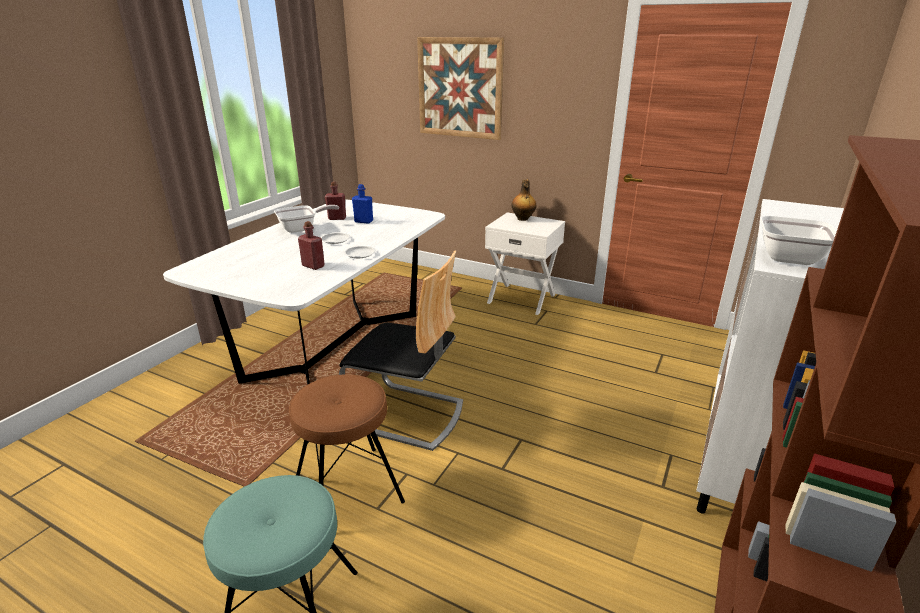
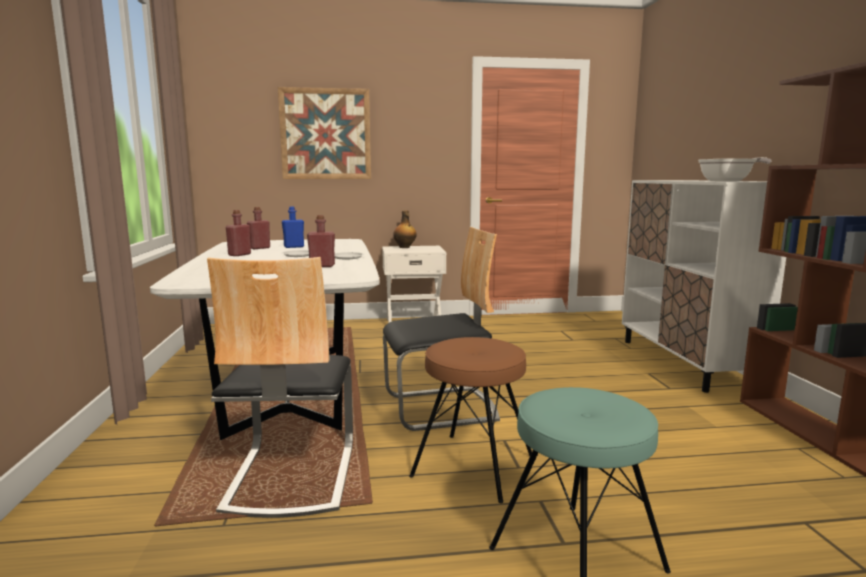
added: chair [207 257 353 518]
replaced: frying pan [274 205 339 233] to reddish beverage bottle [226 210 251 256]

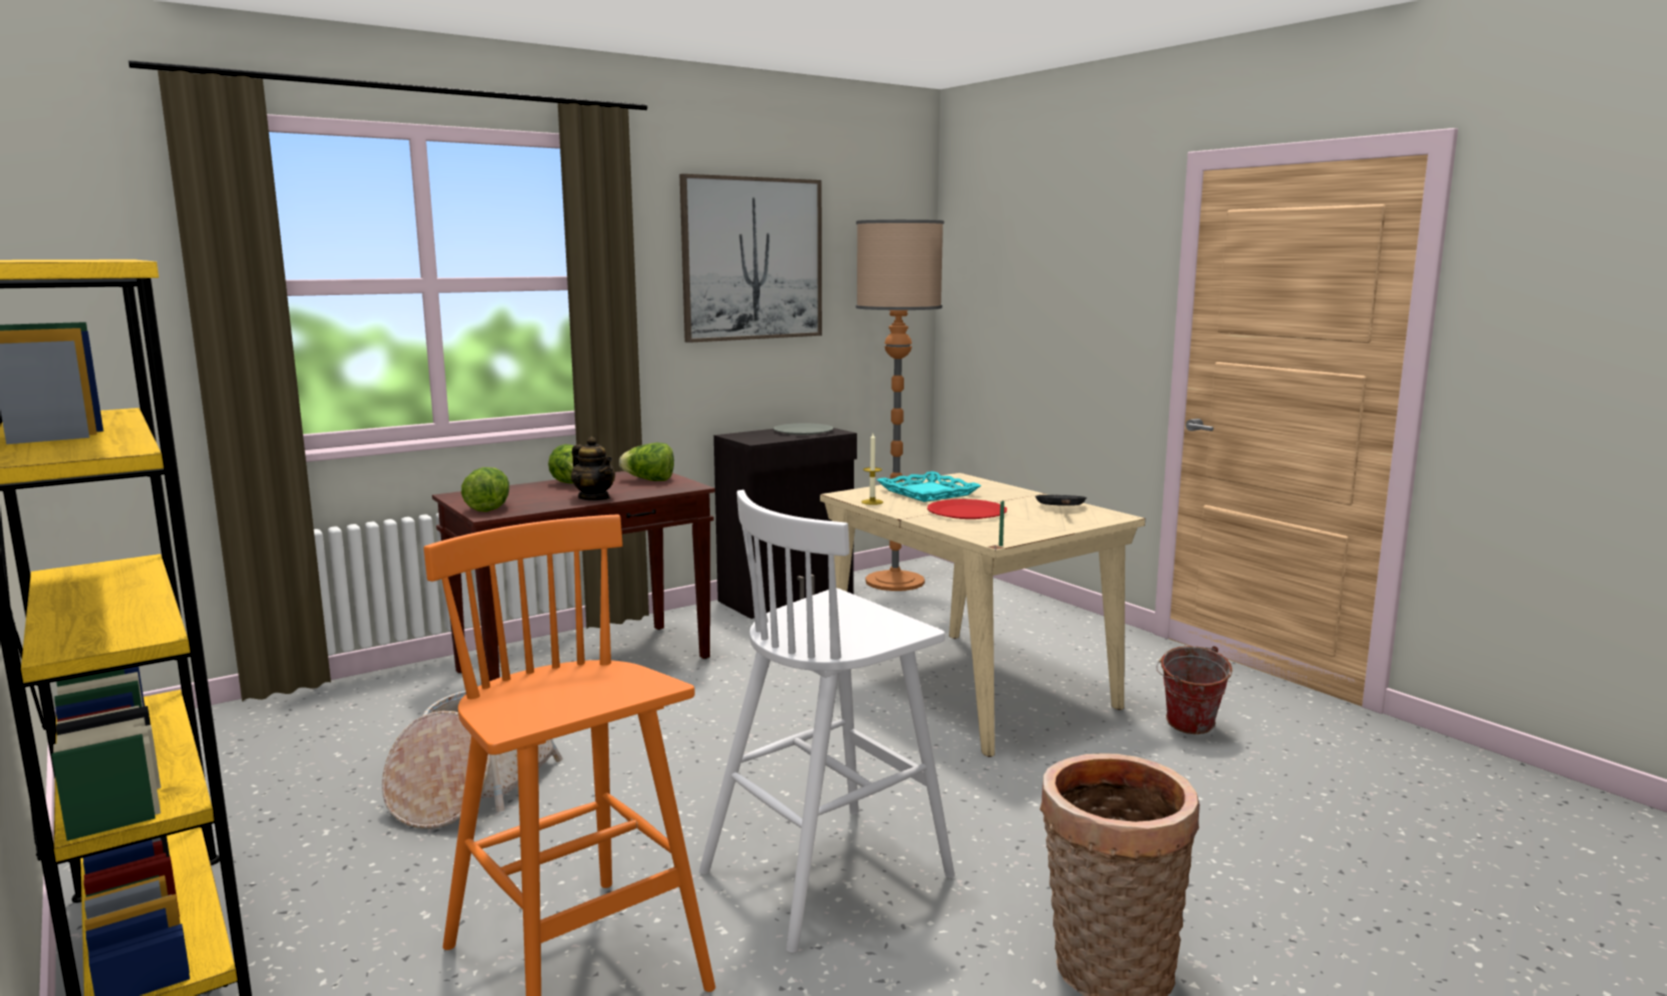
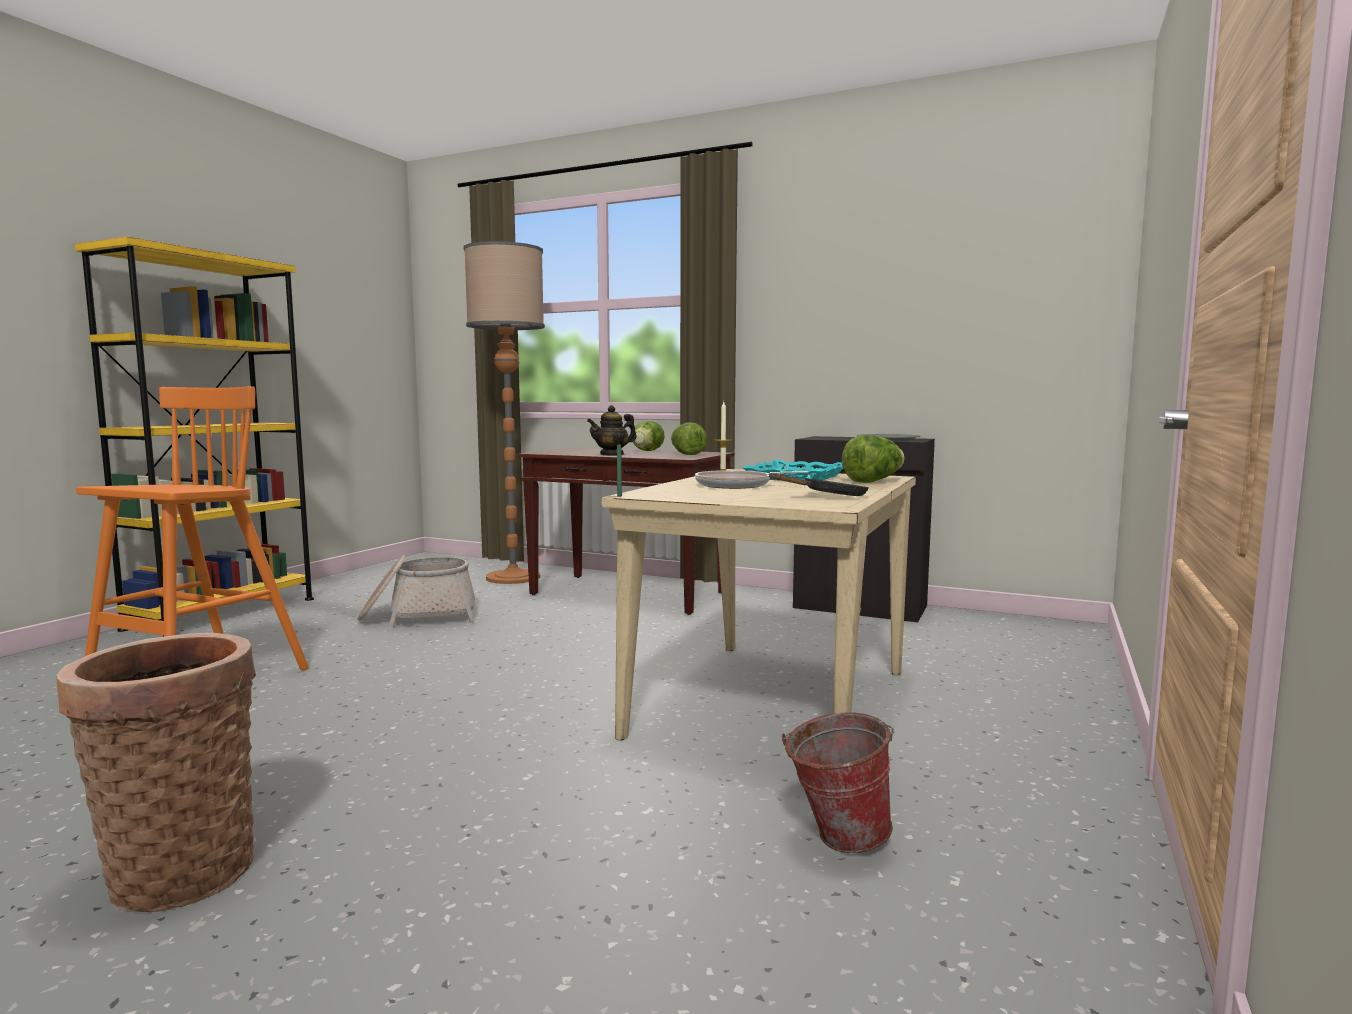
removed: picture [680 174 822 343]; whitish stool seat [699 490 955 953]
moved: lettuce [461 467 509 512] to [842 435 905 483]; standard lamp [856 220 944 591] to [463 241 545 584]
replaced: reddish dinner plate [927 499 1007 519] to frying pan [695 470 809 489]
turned: tea pot [571 436 615 500] = [587 405 637 456] 45 degrees clockwise

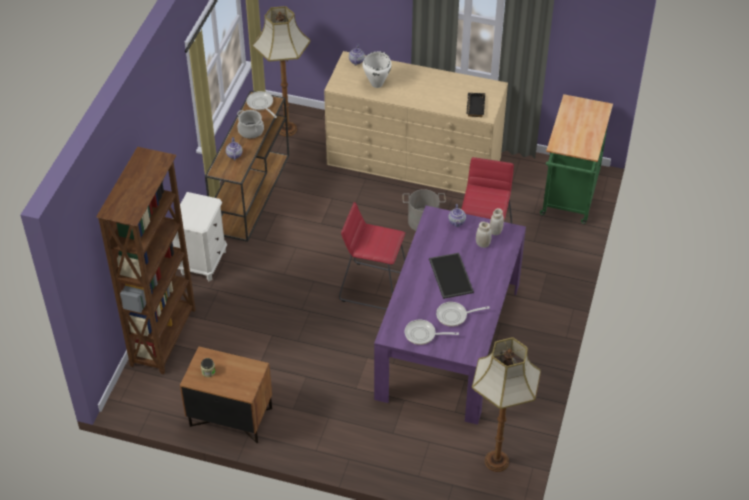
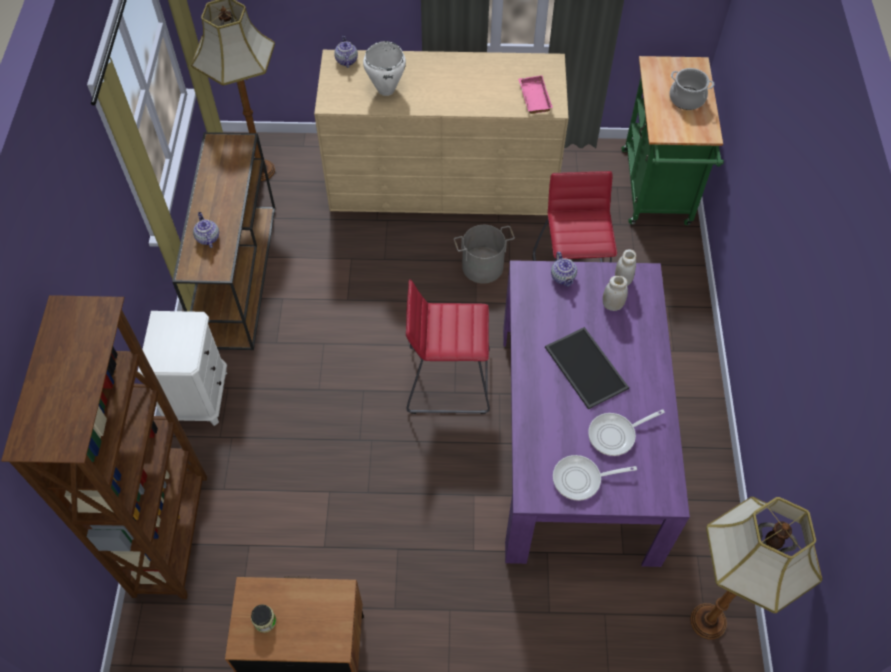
removed: frying pan [247 91 277 118]
moved: stockpot [237 110 264 139] to [670 68 714 110]
recoloured: black serving tray [467 93 485 117] to pinkish serving tray [518 75 553 114]

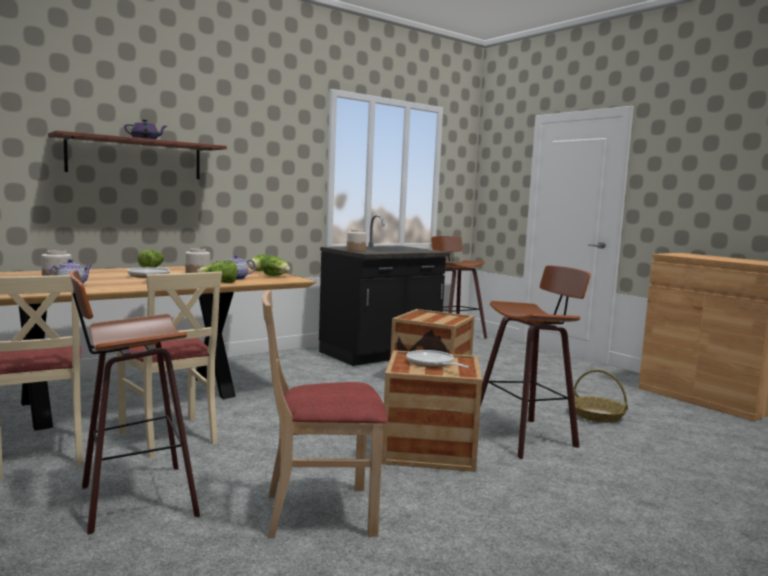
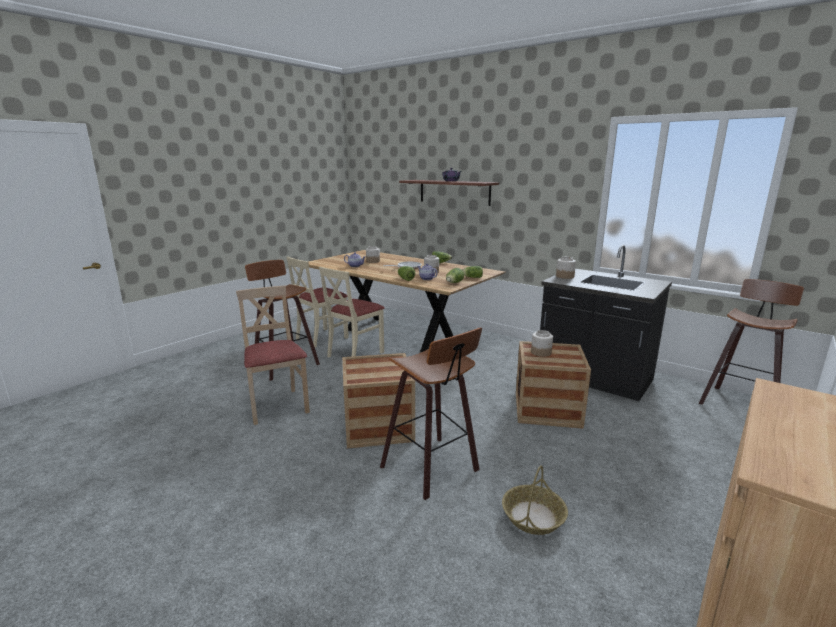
removed: frying pan [406 350 469 368]
added: storage jar [531 330 553 357]

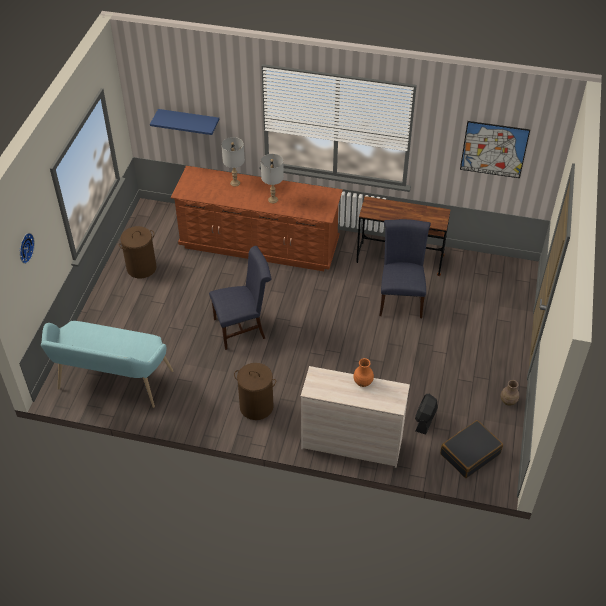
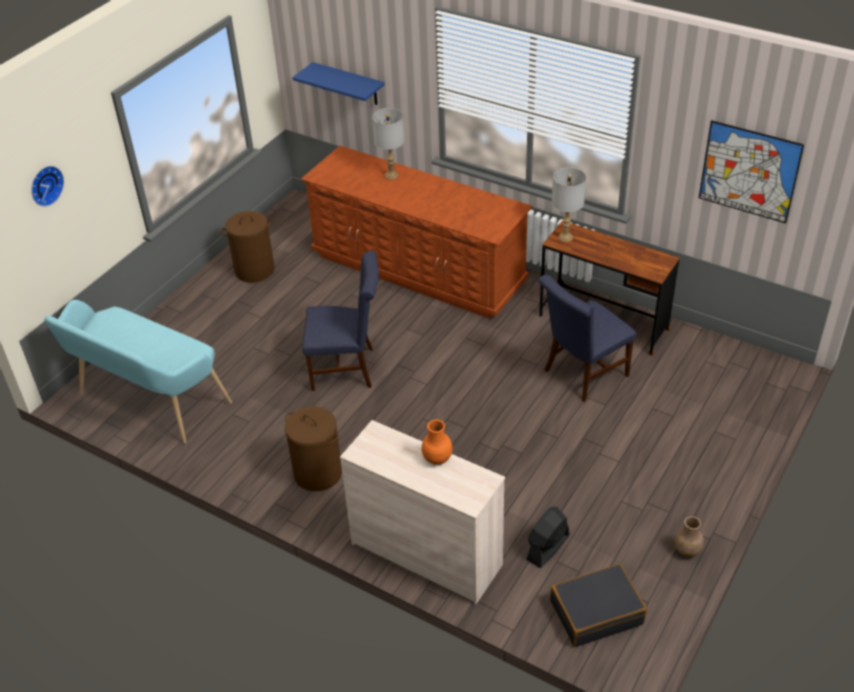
moved: gray tabletop lamp [261 154 284 203] to [552 167 586 242]
turned: bluish chair [379 219 431 318] = [538 275 636 402] 150 degrees counterclockwise

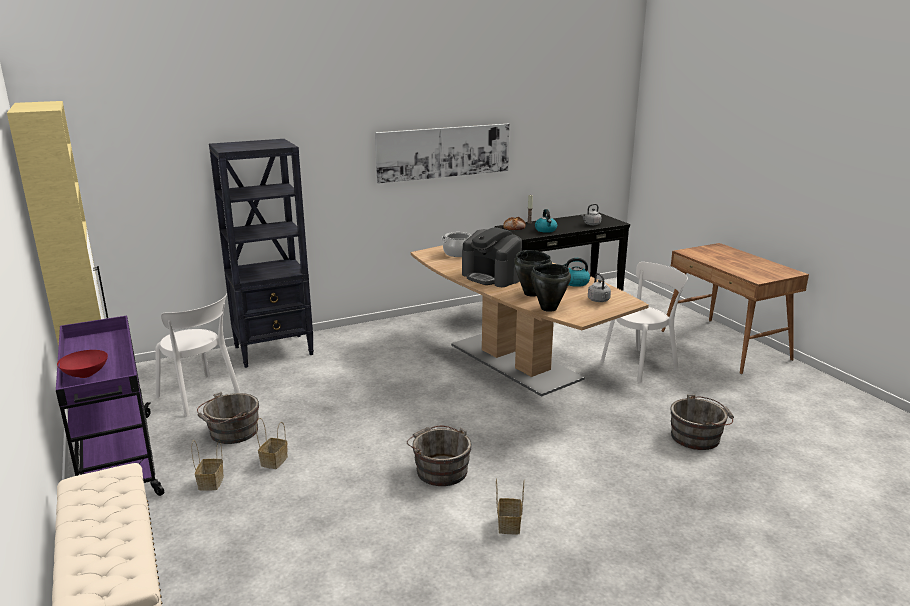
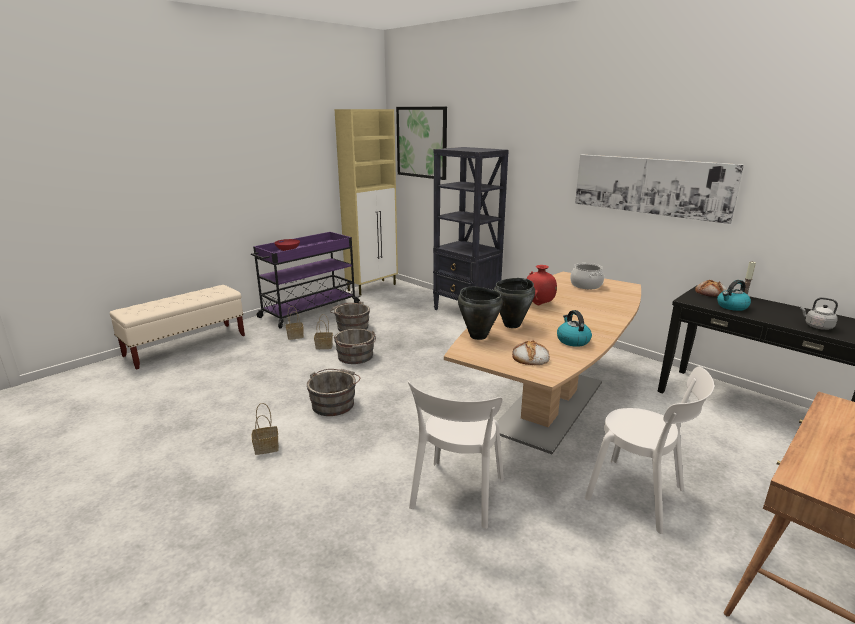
added: picture [396 107 447 180]
moved: whitish chair [156 293 240 417] to [407 380 504 529]; gray water bucket [670 394 734 450] to [334 329 376 364]
replaced: coffee machine [462 227 522 287] to reddish vase [526 265 557 305]; gray water kettle [588 273 611 302] to bread [512 340 550 365]

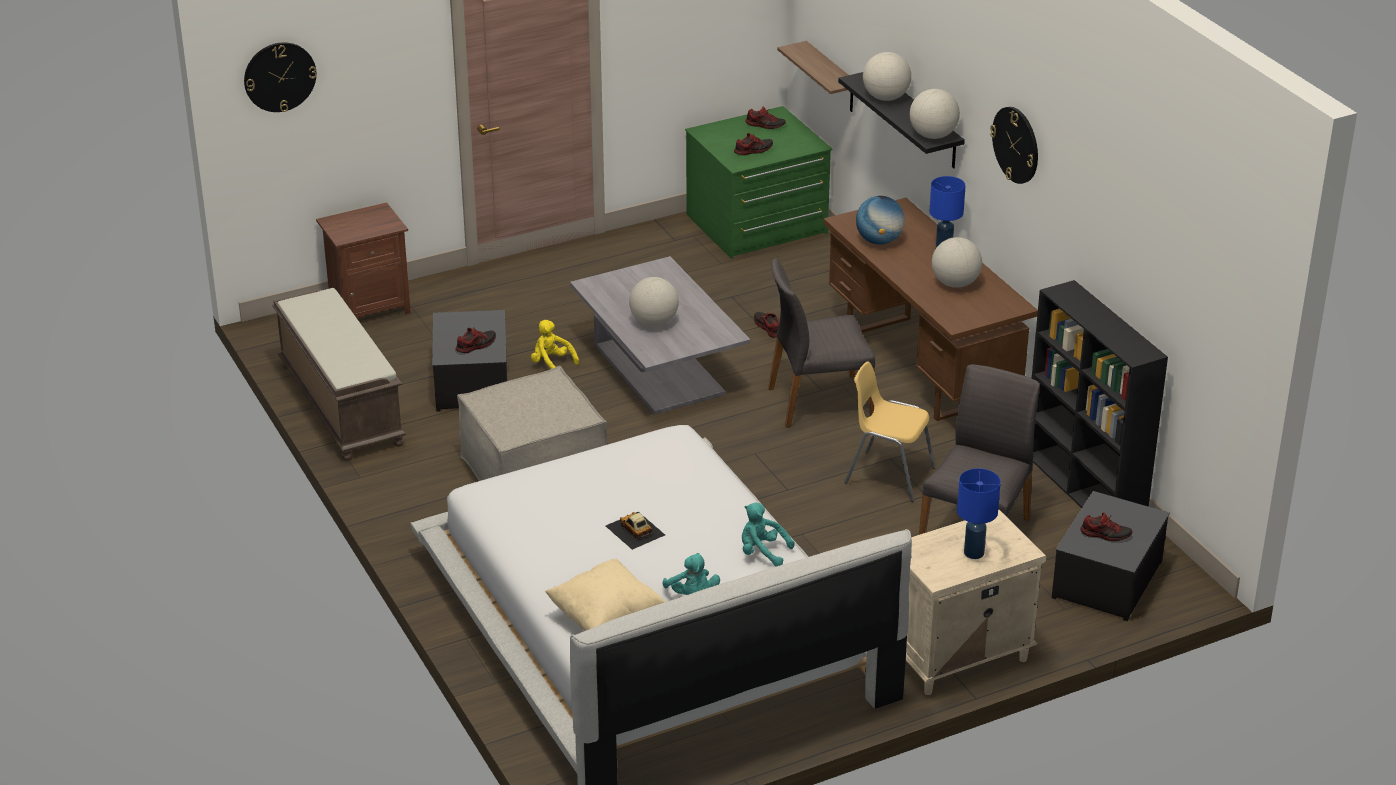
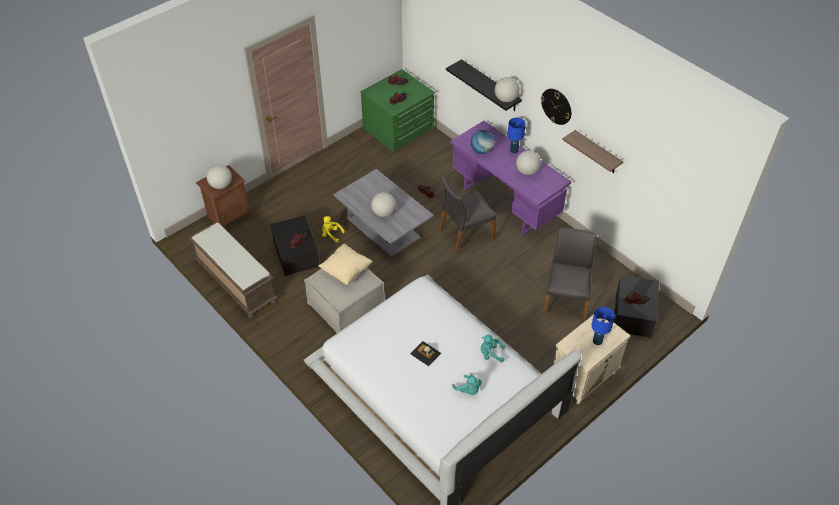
removed: wall clock [244 42 317 112]; yellow chair [845 362 935 502]; black bookshelf [1032 280 1168 508]
moved: beige pillow [545 559 666 631] to [319 243 372 285]; bracket shelf [777 41 853 112] to [562 130 623 173]; globe [863 52 911 101] to [206 164 232 189]
recoloured: brown-coloured desk table [824 198 1038 421] to purplish desk table [450 121 571 235]

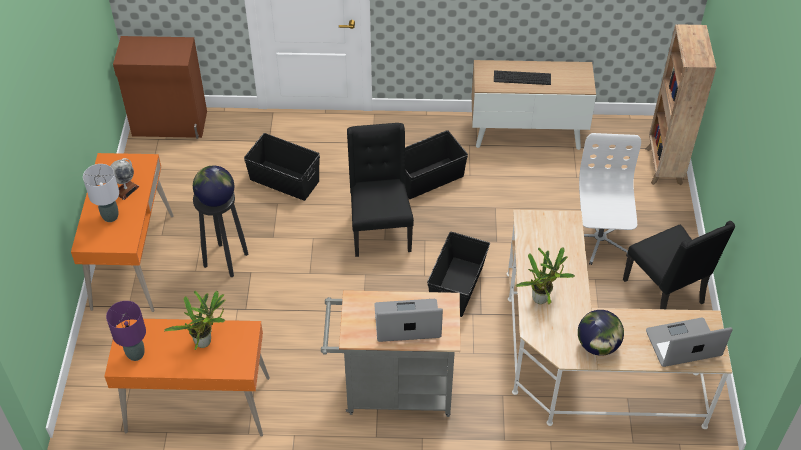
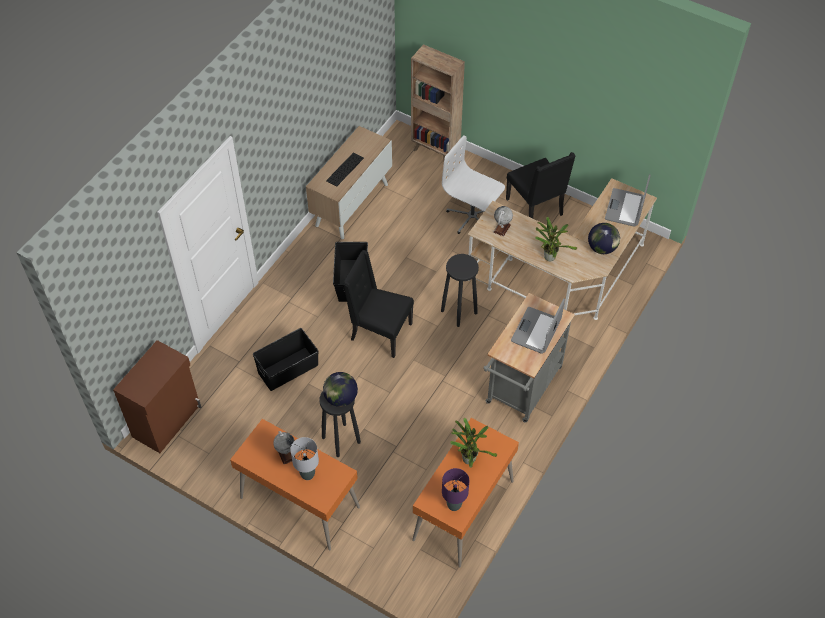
added: globe [493 206 513 236]
replaced: black storage bin [427 232 490 317] to black stool seat [441 254 479 327]
turned: black chair [623 221 735 309] = [506 152 575 218] 60 degrees clockwise

